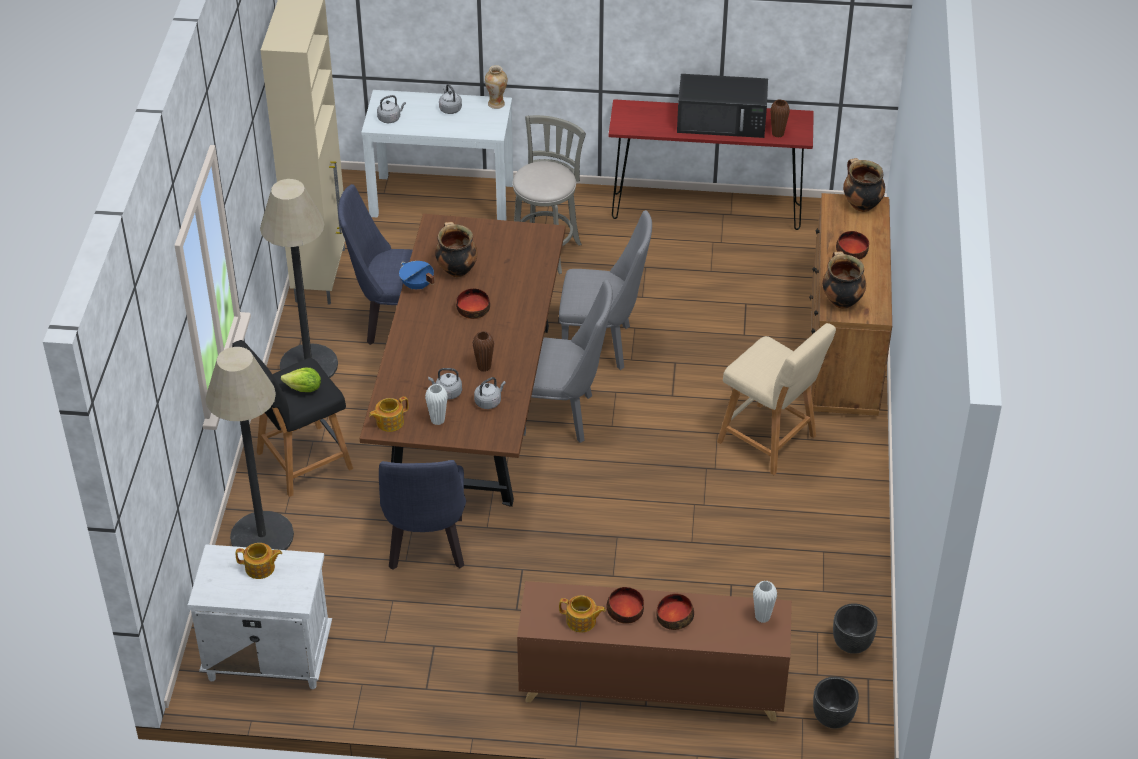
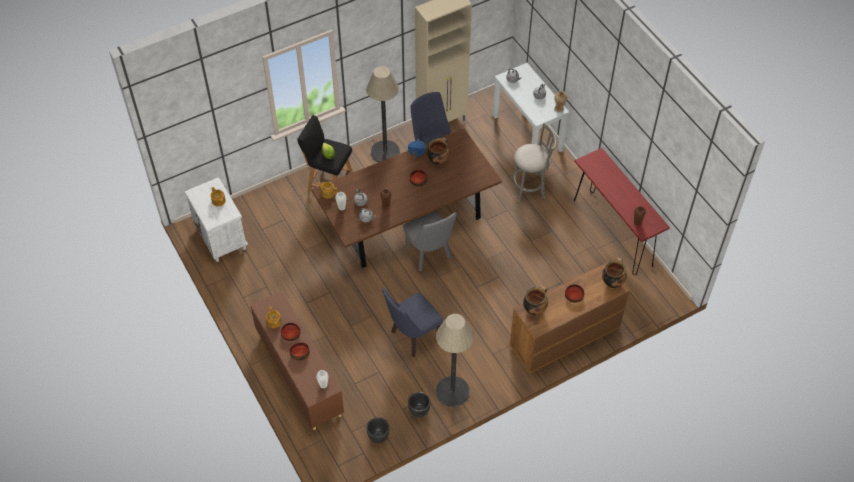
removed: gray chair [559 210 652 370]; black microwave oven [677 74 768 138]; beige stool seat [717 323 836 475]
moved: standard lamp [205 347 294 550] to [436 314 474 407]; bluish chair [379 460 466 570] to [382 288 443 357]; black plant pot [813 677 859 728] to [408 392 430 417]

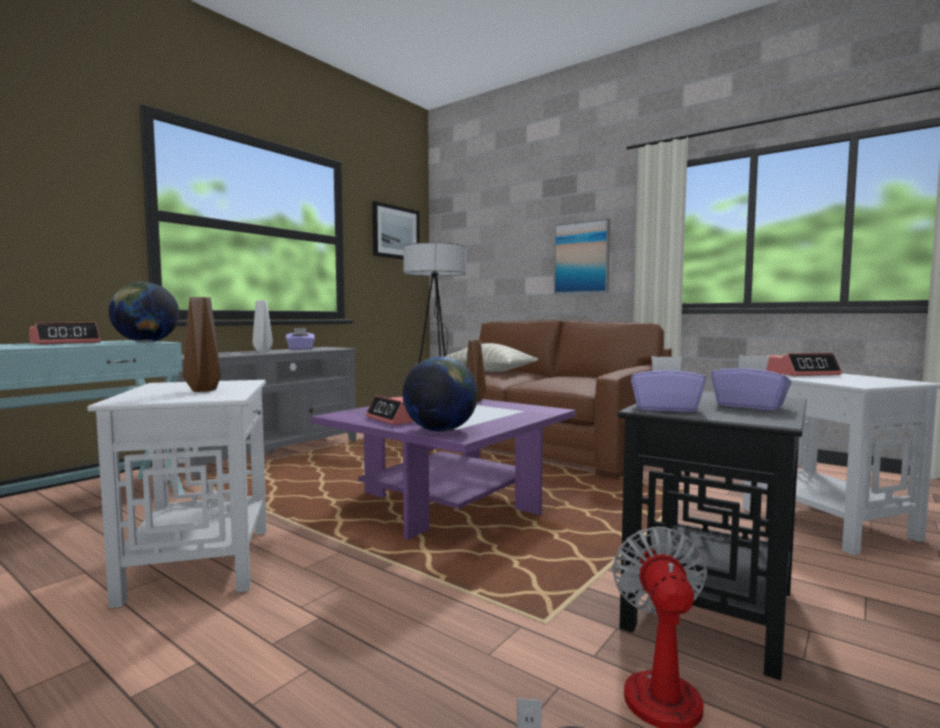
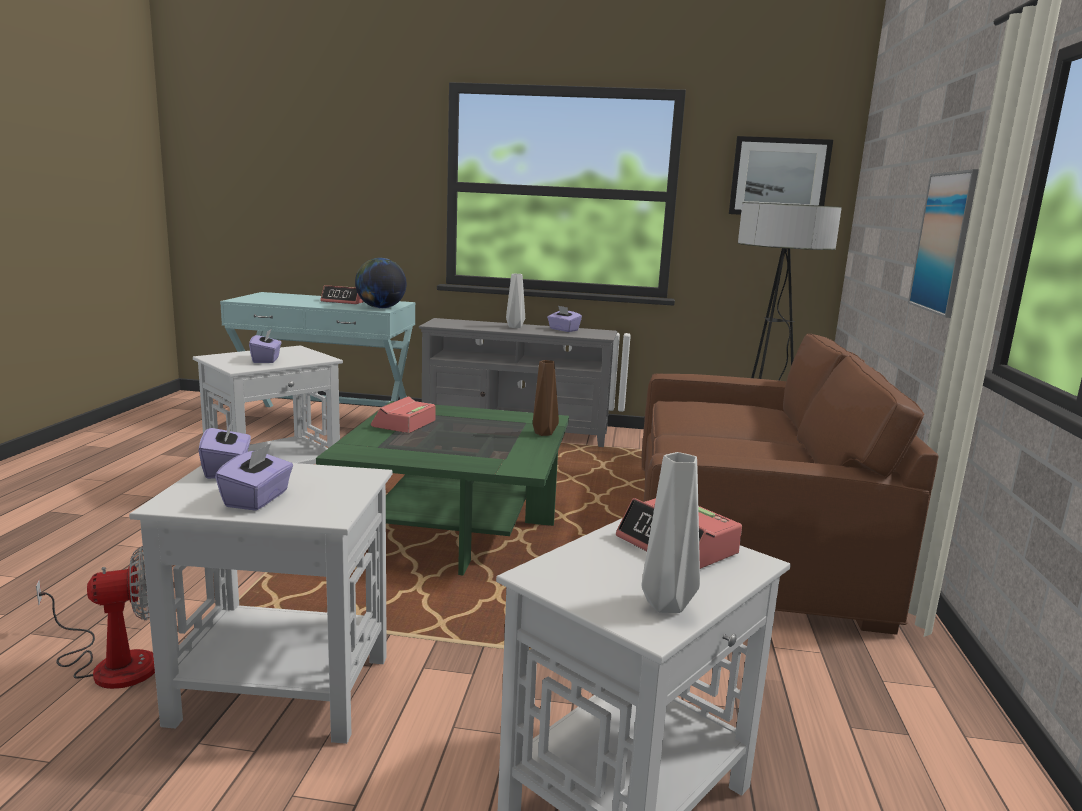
removed: globe [402 357 478 432]; pillow [445 343 538 372]
added: gray vase [642 452 700 613]
replaced: brown-coloured vase [183 297 221 392] to purplish box of tissues [249 329 282 363]
recoloured: purplish low table [311 399 576 540] to green-coloured low table [316 401 569 575]; black accent table [618 391 807 681] to whitish accent table [129 463 393 744]

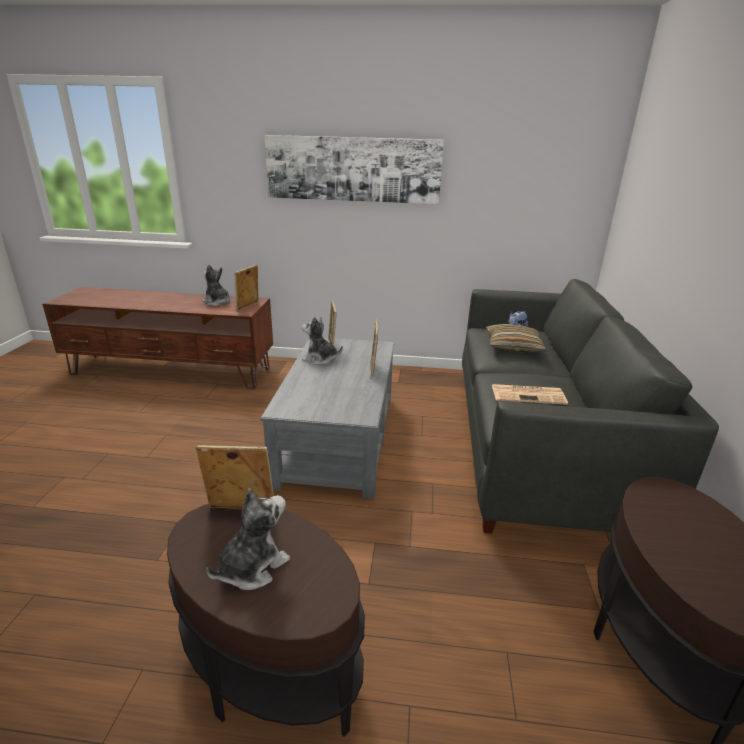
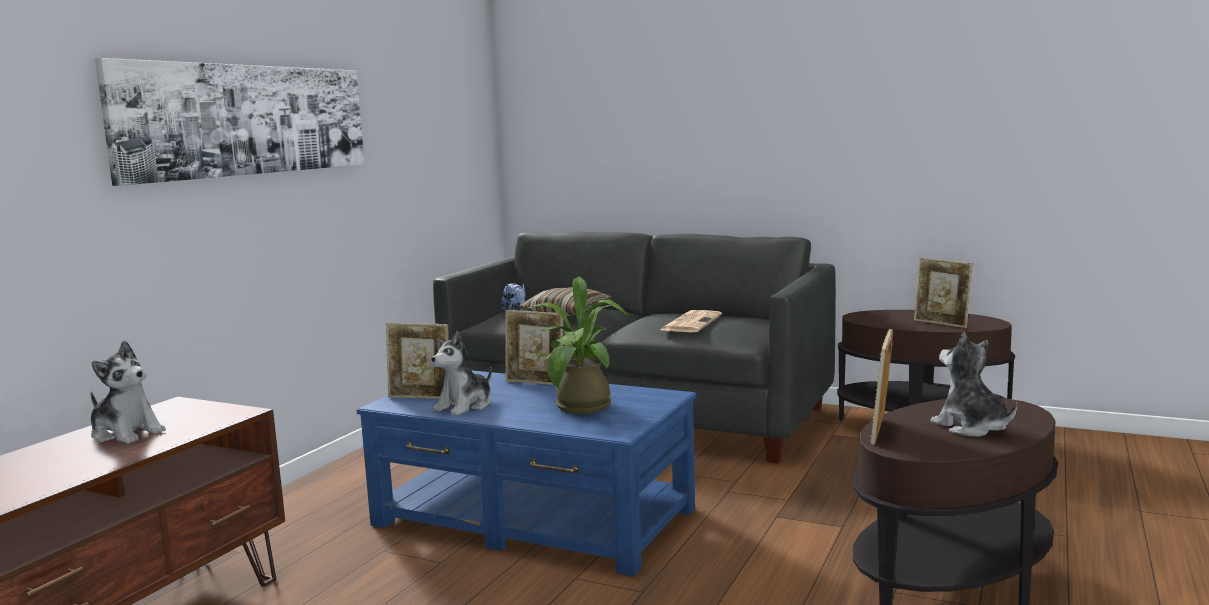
added: potted plant [525 276 628 414]
moved: photo frame [234 264 259 311] to [914 257 973 328]
recoloured: gray low table [260 337 394 499] to bluish low table [357 370 696 577]
turned: plush toy [202 264 230 306] = [91 341 166 444] 120 degrees counterclockwise

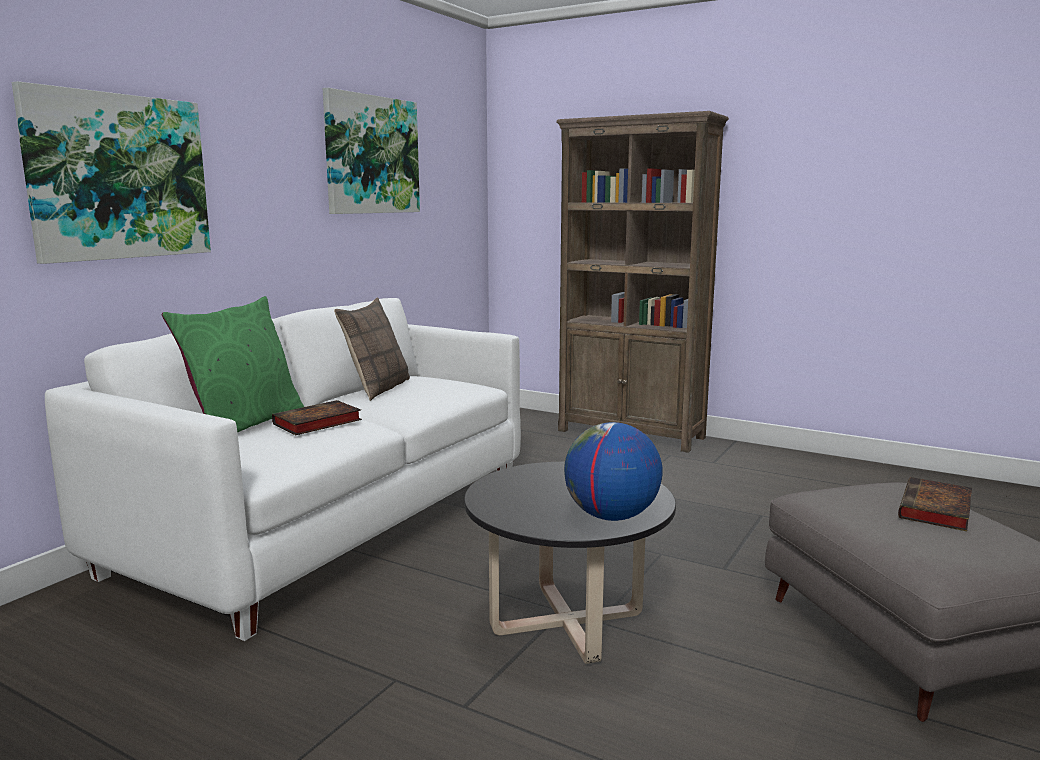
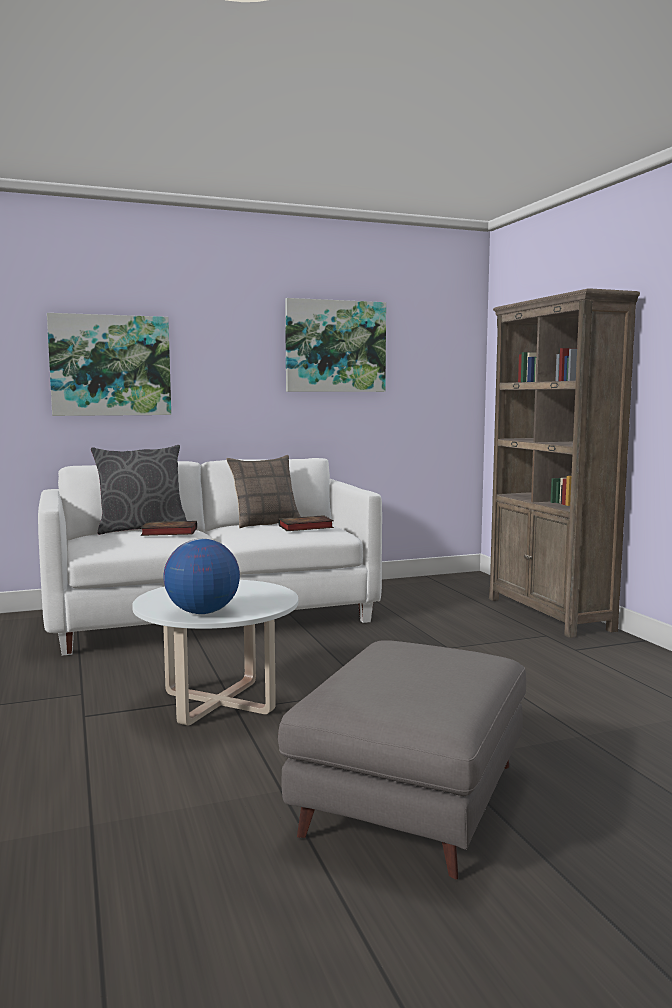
moved: book [898 477 972 531] to [278 515 334 531]
recoloured: green-coloured pillow [162 296 304 432] to gray pillow [91 445 187 535]; black low table [464 462 676 664] to whitish low table [132 580 298 726]

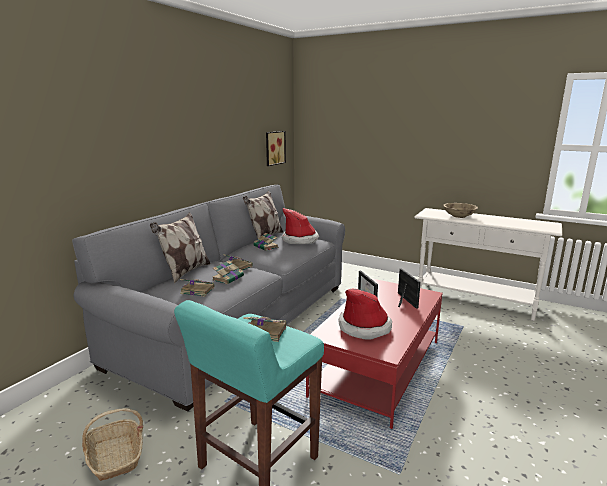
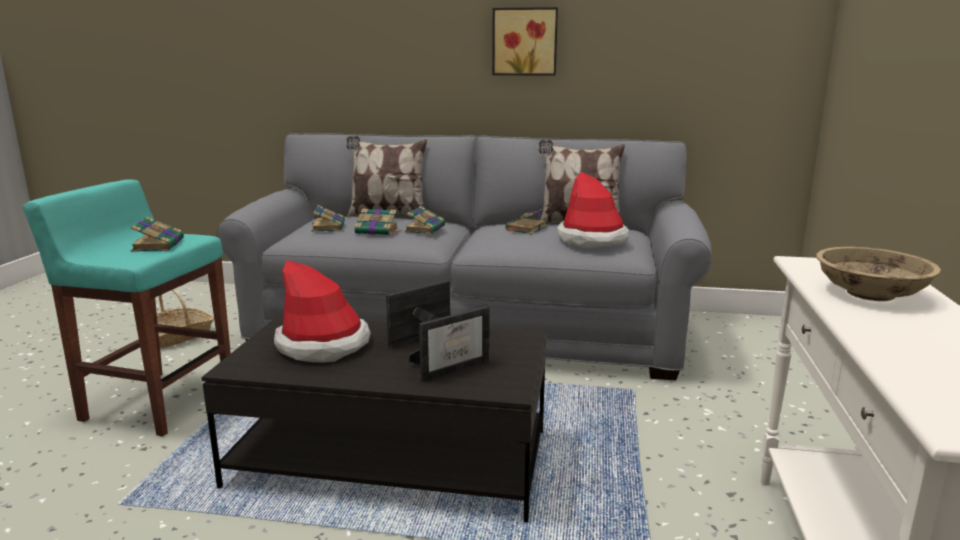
moved: picture [266 131 286 166] to [492 7 558 76]
recoloured: reddish low table [306 278 443 429] to black low table [201 315 546 523]

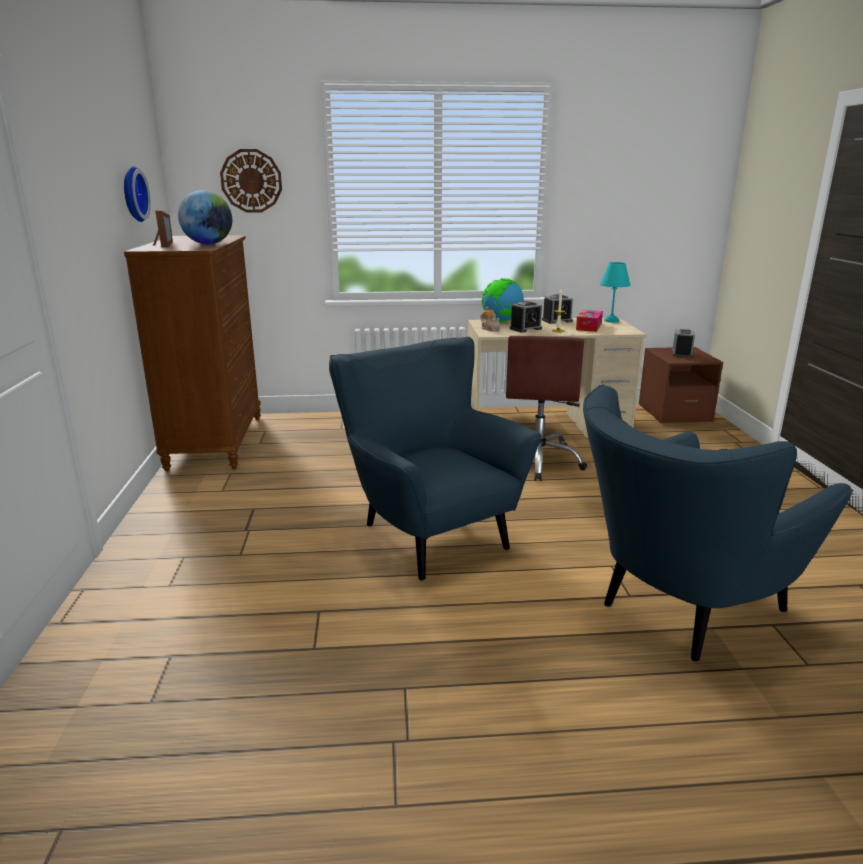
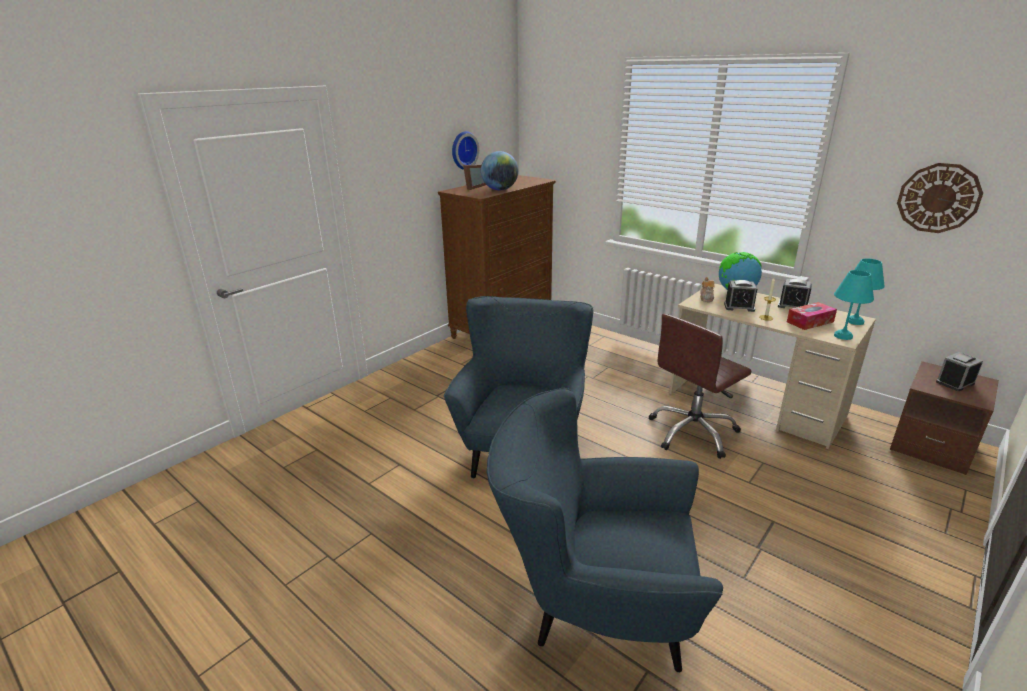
added: blue-green tabletop lamp [834 270 874 340]
moved: wall clock [220 149 282 212] to [897 163 983 233]

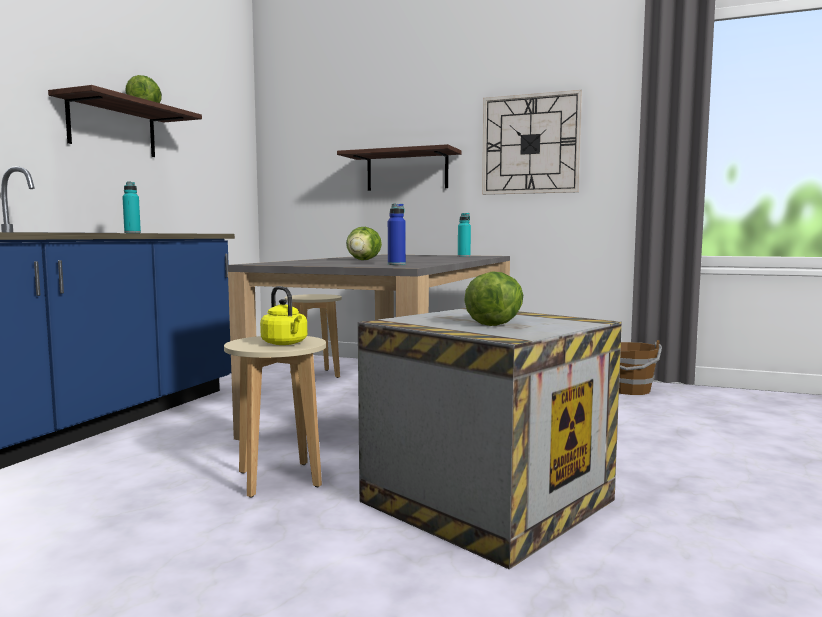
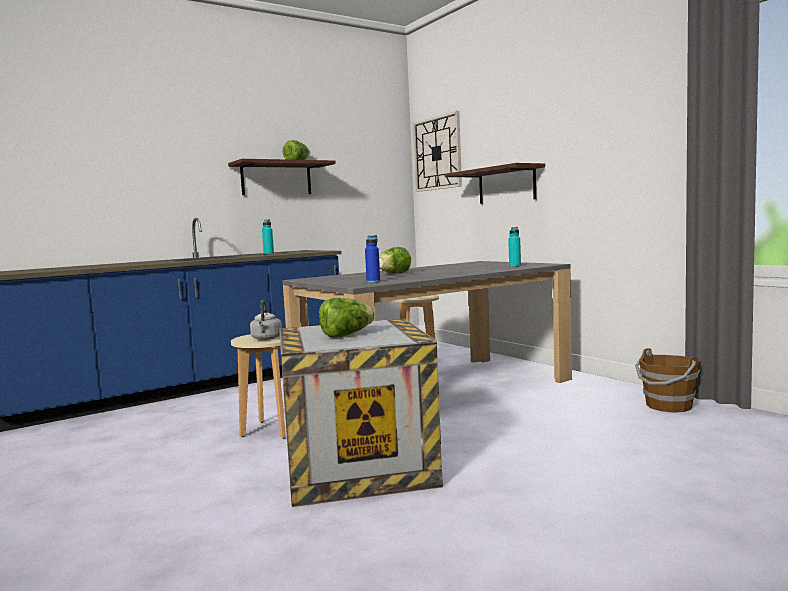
moved: wall clock [482 90 582 195] to [413 111 462 192]
recoloured: yellow water kettle [260 286 307 345] to gray water kettle [250 300 282 340]

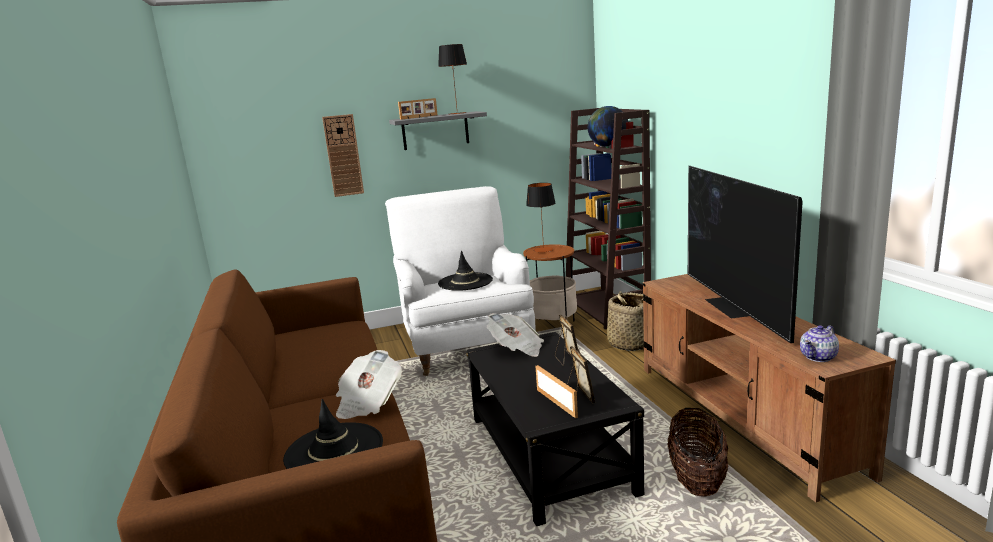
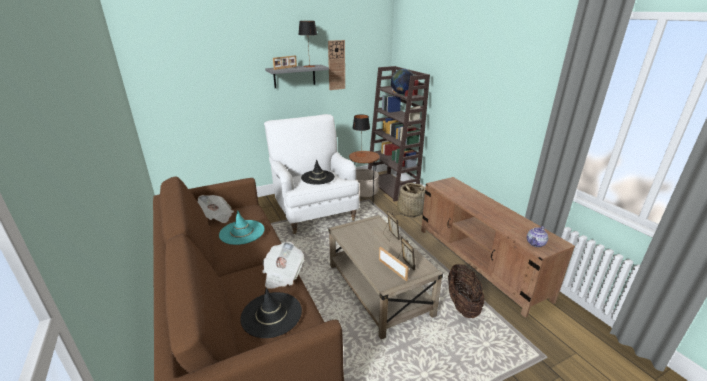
removed: TV [688 166 803 343]
added: blue-green clothing hat [219 210 265 245]
moved: wall clock [322 114 364 197] to [328 40 345 90]; printed paper [487 313 544 357] to [197 195 234 223]
recoloured: black low table [467 332 644 526] to beige low table [329 215 443 339]

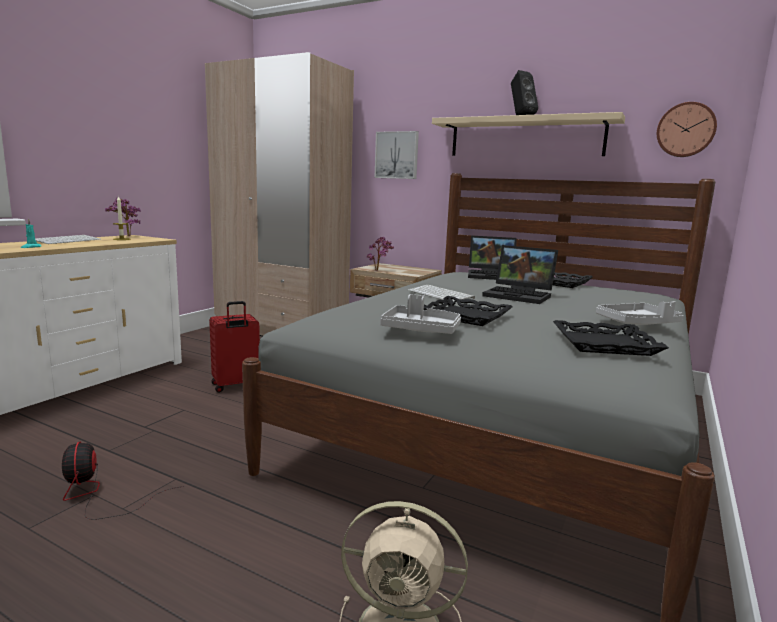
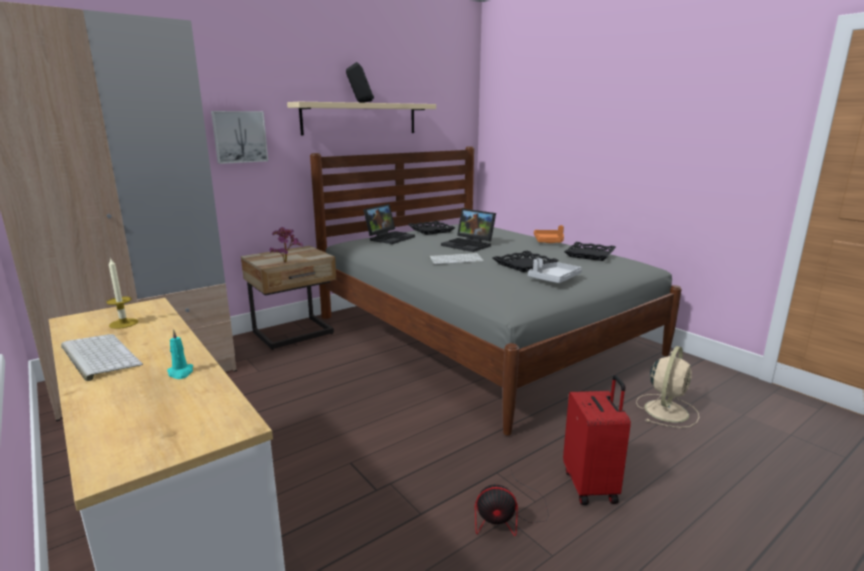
removed: potted plant [105 198 140 236]; wall clock [657 102 717 157]
moved: reddish suitcase [209 301 260 392] to [563 375 631 505]
recoloured: gray serving tray [596 301 683 325] to orangey serving tray [534 225 564 243]
turned: portable computer [482 245 558 304] = [441 209 496 252] 75 degrees clockwise

